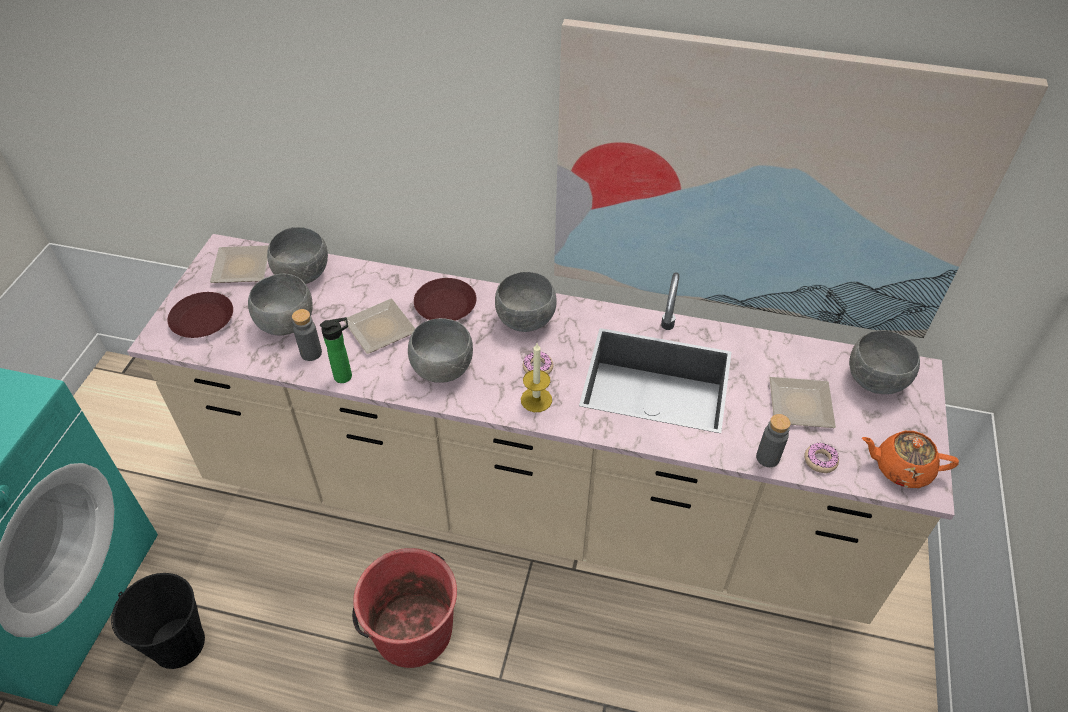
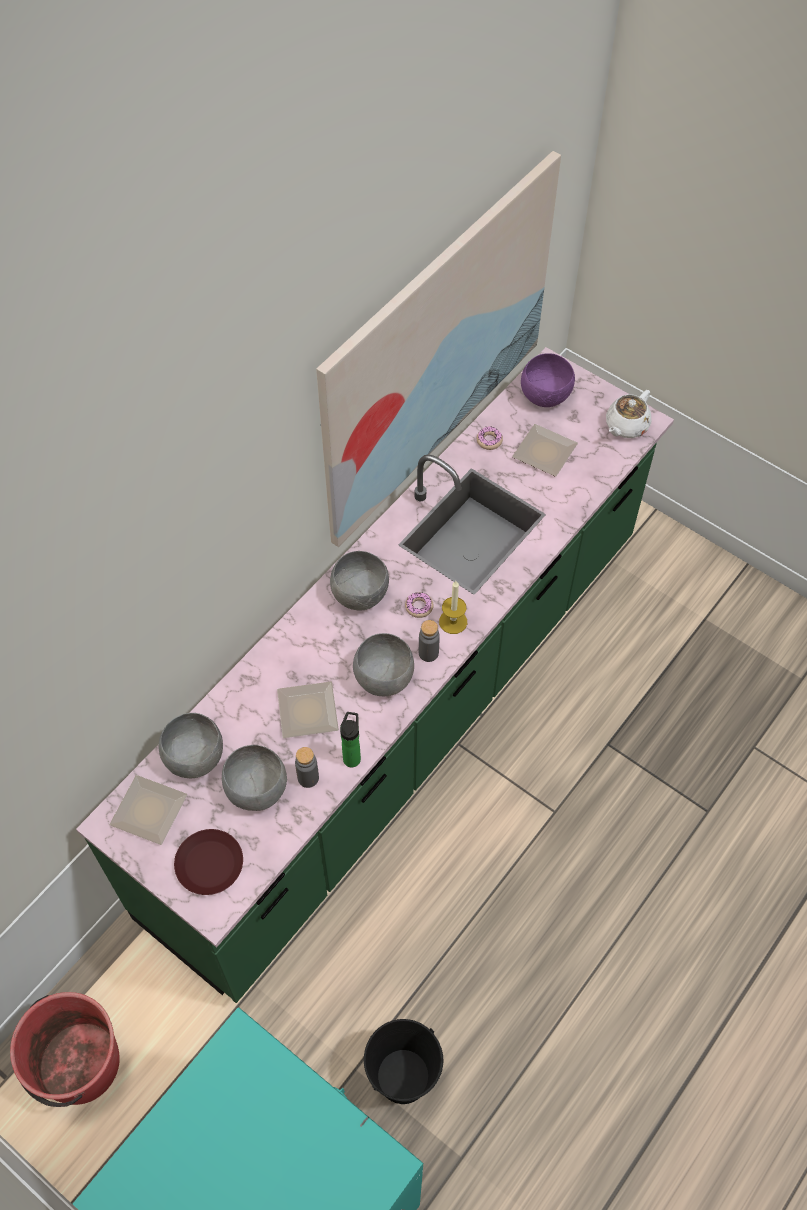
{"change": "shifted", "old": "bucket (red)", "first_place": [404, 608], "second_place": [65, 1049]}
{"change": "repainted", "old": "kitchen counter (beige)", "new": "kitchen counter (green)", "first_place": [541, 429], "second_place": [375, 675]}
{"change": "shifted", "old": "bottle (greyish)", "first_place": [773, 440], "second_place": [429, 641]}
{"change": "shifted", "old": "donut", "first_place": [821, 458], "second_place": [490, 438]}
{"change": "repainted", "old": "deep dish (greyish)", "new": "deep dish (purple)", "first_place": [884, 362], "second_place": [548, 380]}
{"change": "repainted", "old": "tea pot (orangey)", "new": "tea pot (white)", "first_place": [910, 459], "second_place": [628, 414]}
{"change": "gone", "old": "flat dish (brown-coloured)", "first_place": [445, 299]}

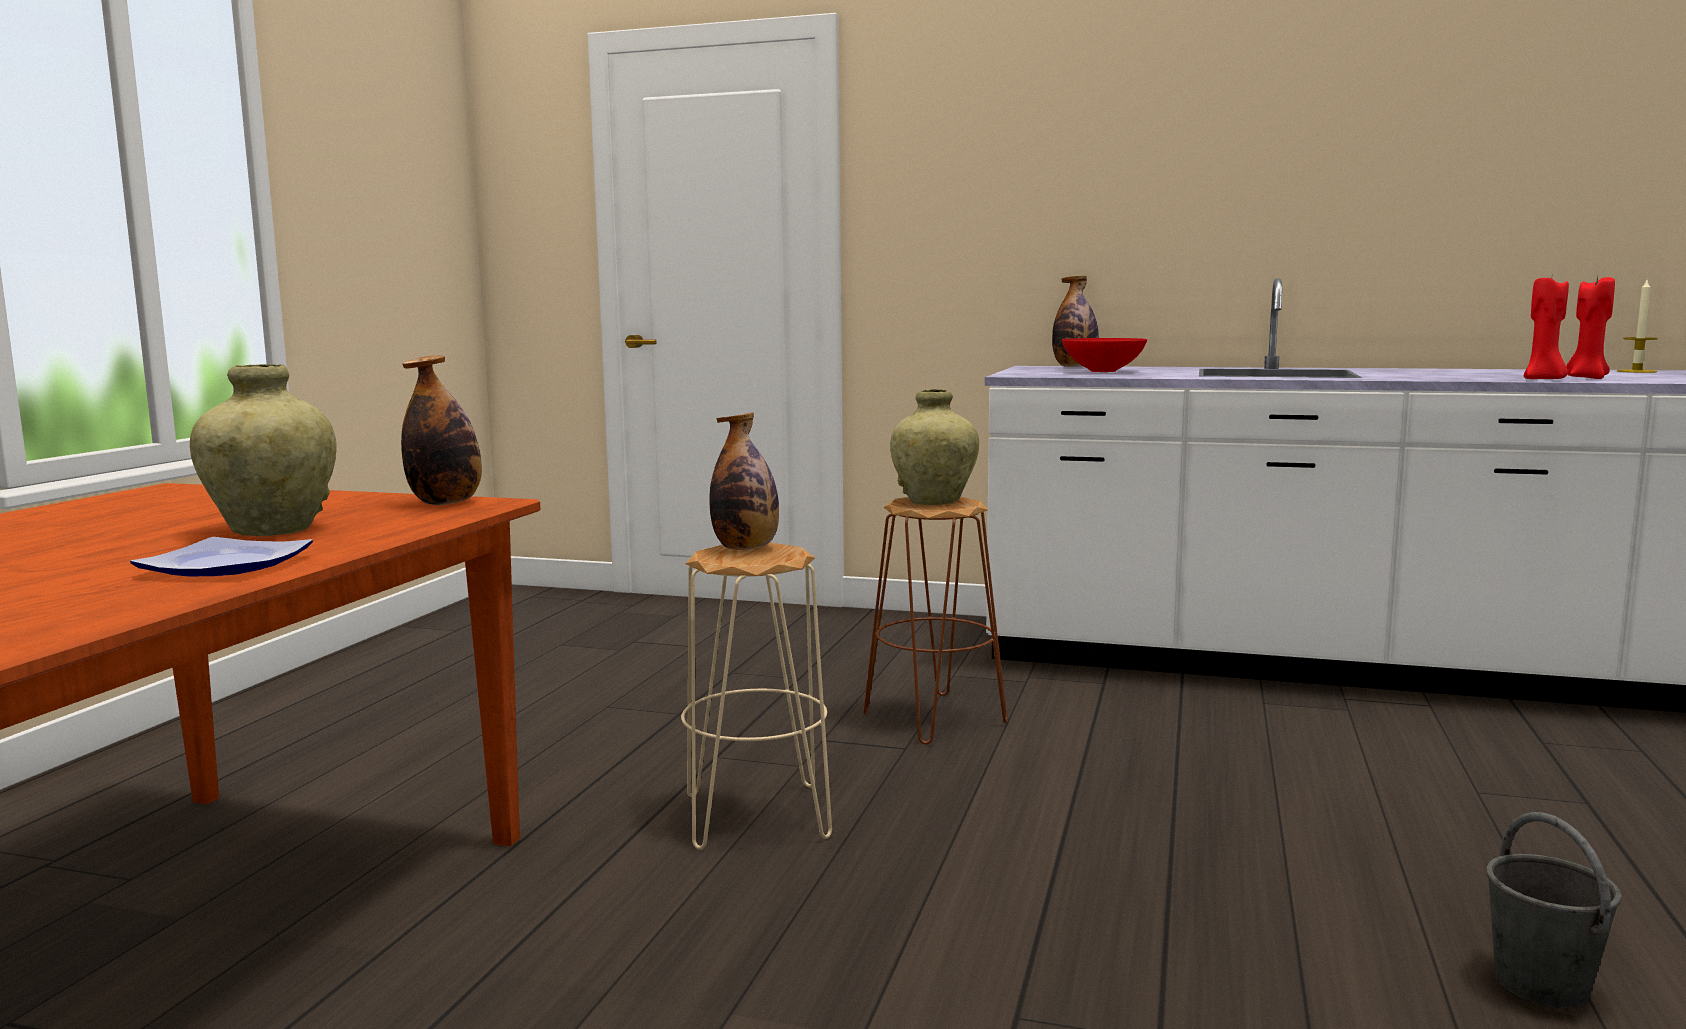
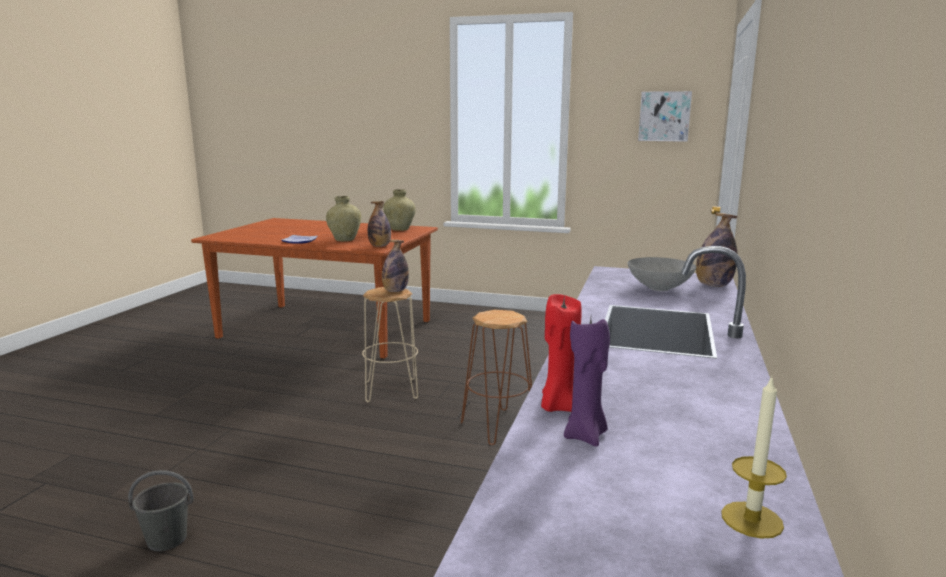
{"change": "shifted", "old": "vase (beige)", "first_place": [934, 447], "second_place": [399, 210]}
{"change": "repainted", "old": "candle (red)", "new": "candle (purple)", "first_place": [1590, 327], "second_place": [587, 382]}
{"change": "repainted", "old": "deep dish (red)", "new": "deep dish (greyish)", "first_place": [1104, 355], "second_place": [662, 274]}
{"change": "new", "new": "wall picture", "second_place": [665, 116]}

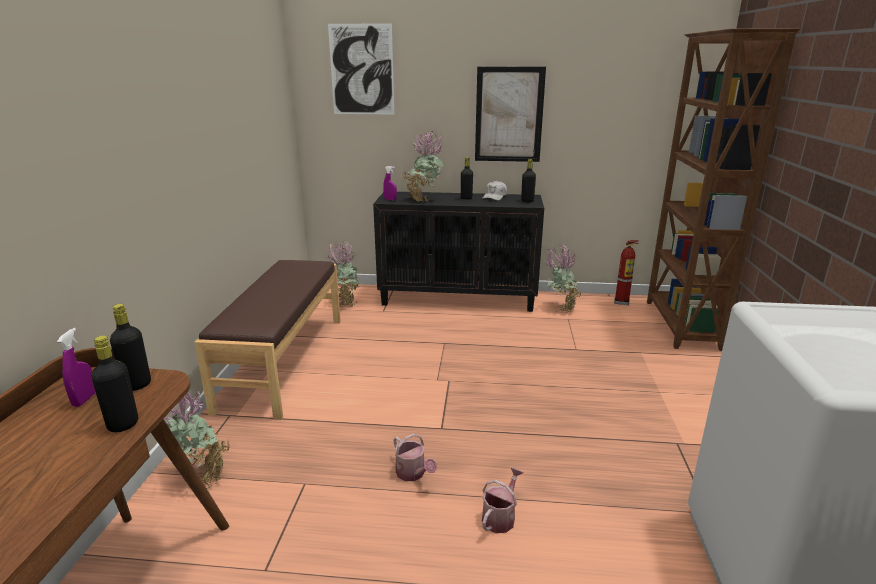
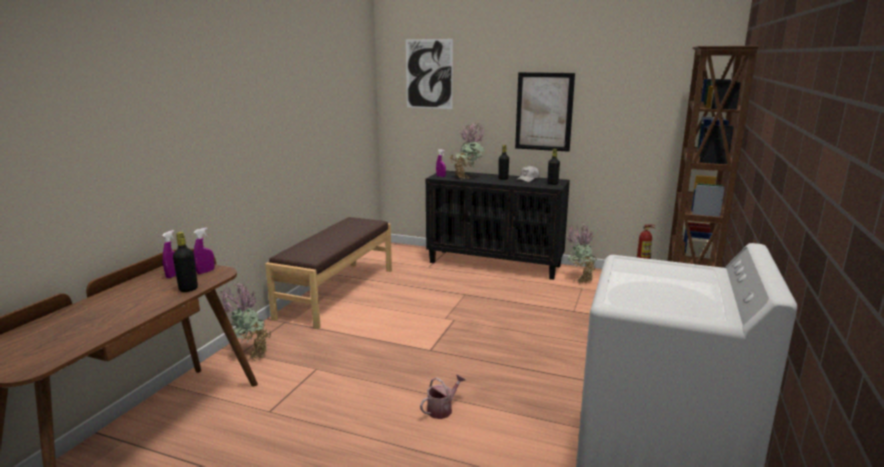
{"change": "swapped", "old": "bottle (blackish)", "new": "hand sprayer (purple)", "first_place": [130, 347], "second_place": [204, 251]}
{"change": "gone", "old": "potted plant", "first_place": [343, 274]}
{"change": "gone", "old": "watering can", "first_place": [415, 457]}

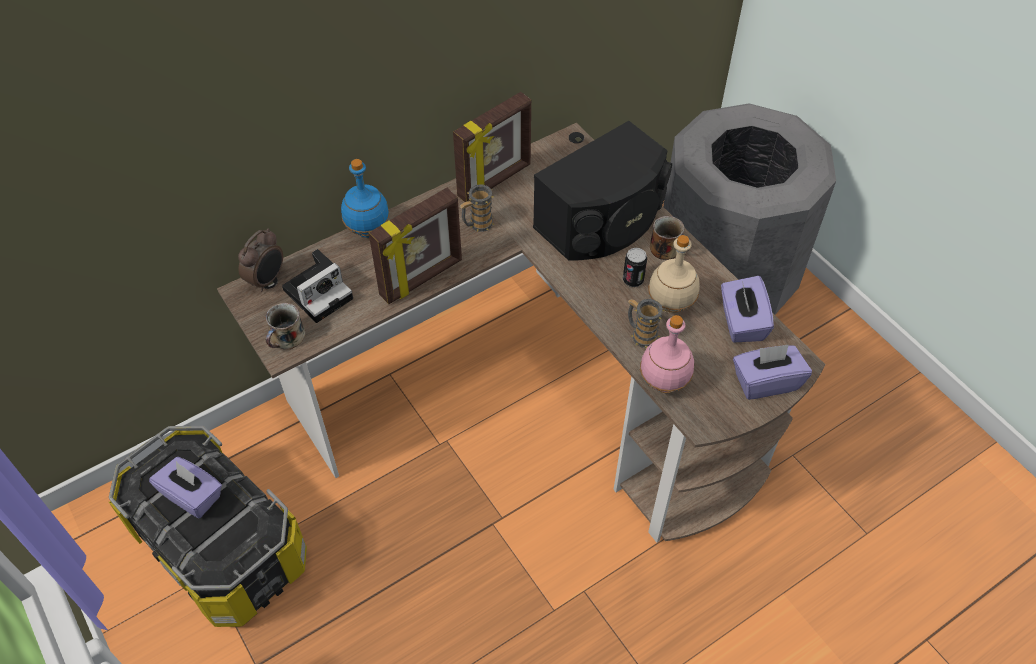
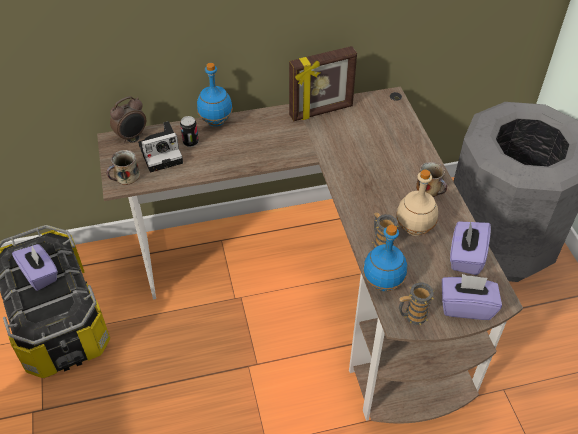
{"change": "shifted", "old": "sealed can", "first_place": [635, 267], "second_place": [189, 131]}
{"change": "repainted", "old": "bottle (pink-coloured)", "new": "bottle (bluish)", "first_place": [667, 354], "second_place": [385, 258]}
{"change": "shifted", "old": "tea mug", "first_place": [477, 208], "second_place": [416, 303]}
{"change": "gone", "old": "photo frame", "first_place": [415, 246]}
{"change": "gone", "old": "speaker (blackish)", "first_place": [602, 191]}

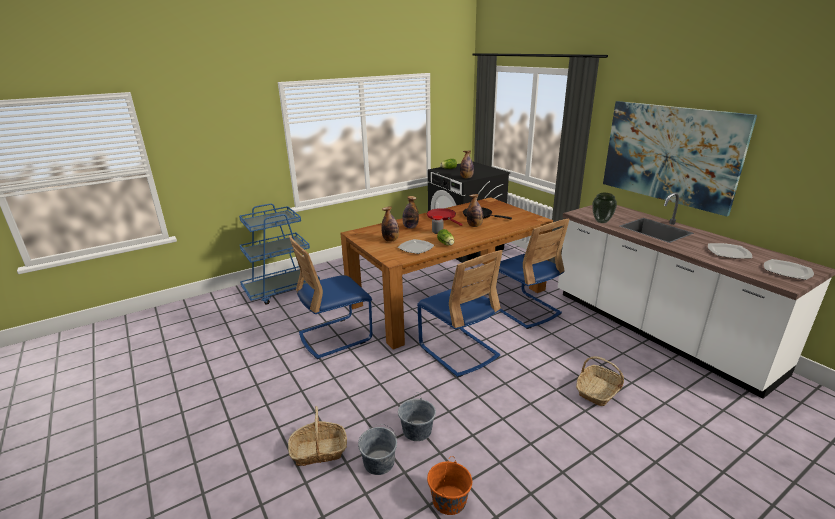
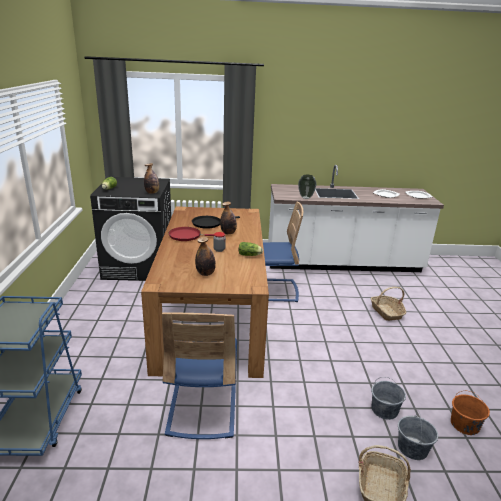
{"change": "gone", "old": "flat dish", "first_place": [416, 246]}
{"change": "gone", "old": "bottle", "first_place": [410, 212]}
{"change": "gone", "old": "plain chair (bluish)", "first_place": [460, 314]}
{"change": "gone", "old": "wall picture", "first_place": [680, 158]}

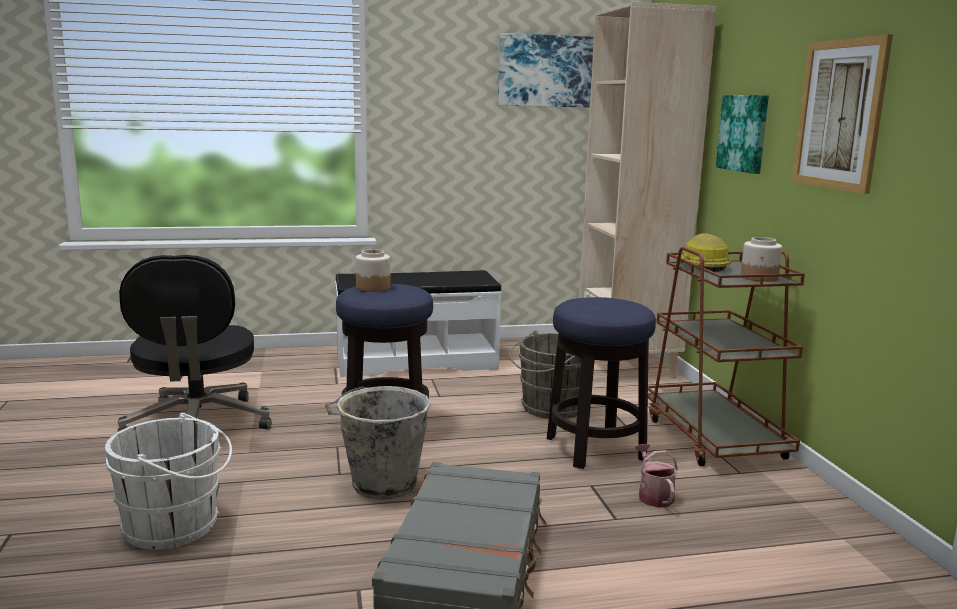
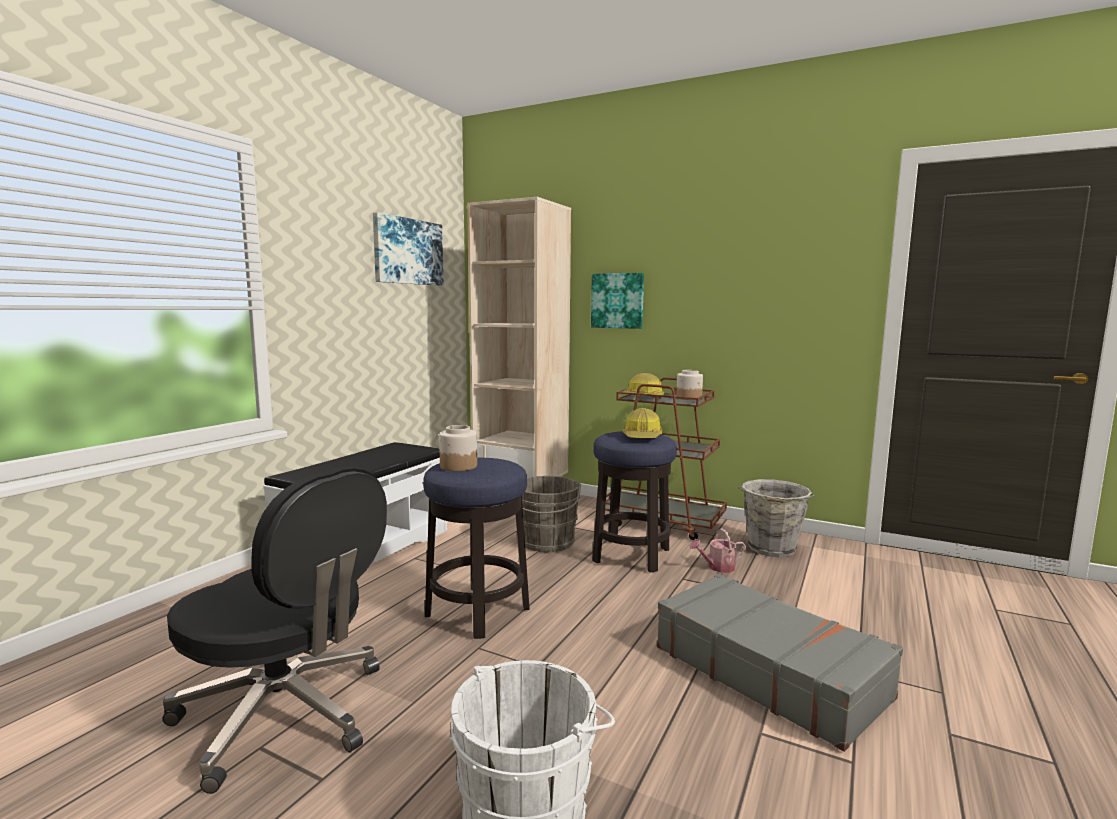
{"change": "new", "new": "work helmet", "second_place": [642, 423]}
{"change": "rotated", "old": "watering can", "first_place": [656, 475], "second_place": [718, 551], "degrees": -45}
{"change": "shifted", "old": "bucket (greyish)", "first_place": [378, 443], "second_place": [776, 518]}
{"change": "gone", "old": "wall picture", "first_place": [842, 114]}

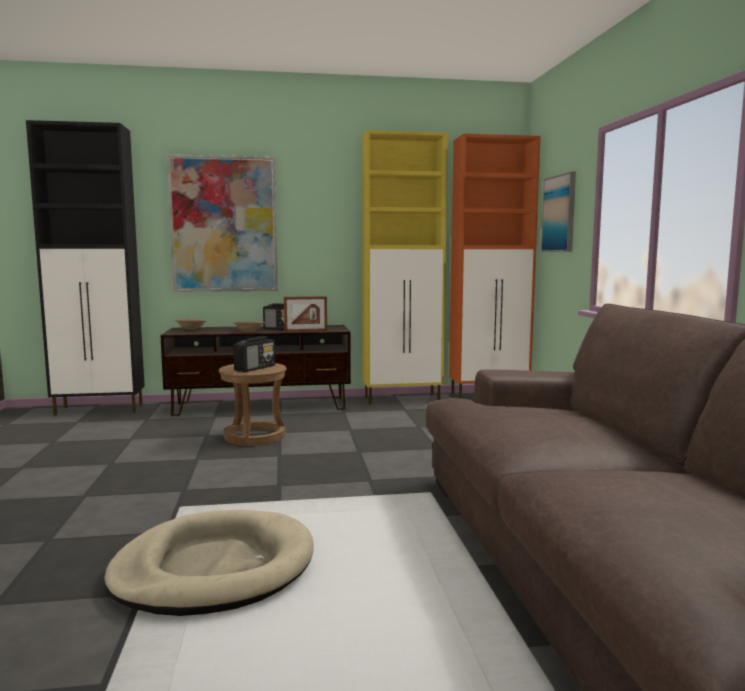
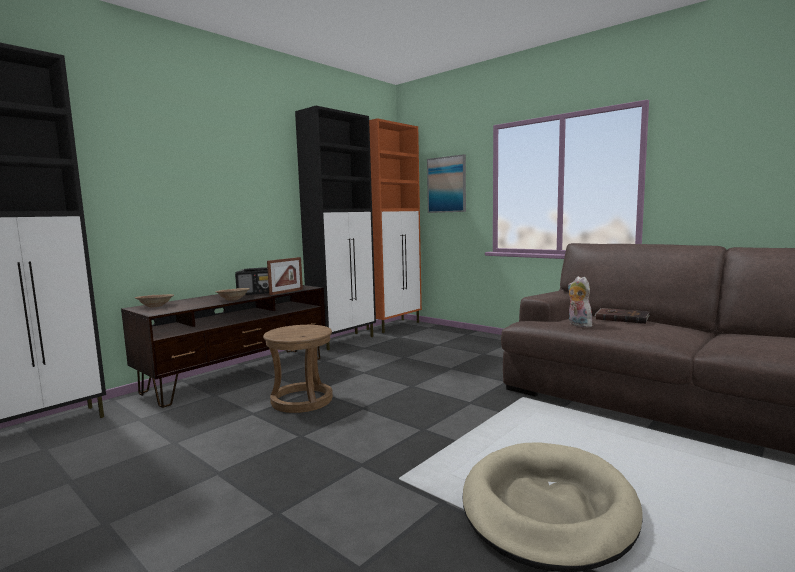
{"change": "repainted", "old": "cupboard (yellow-coloured)", "new": "cupboard (blackish)", "first_place": [405, 267], "second_place": [335, 228]}
{"change": "new", "new": "soft toy", "second_place": [580, 301]}
{"change": "new", "new": "volume (brown-coloured)", "second_place": [622, 316]}
{"change": "gone", "old": "wall picture", "first_place": [222, 223]}
{"change": "gone", "old": "radio set", "first_place": [254, 354]}

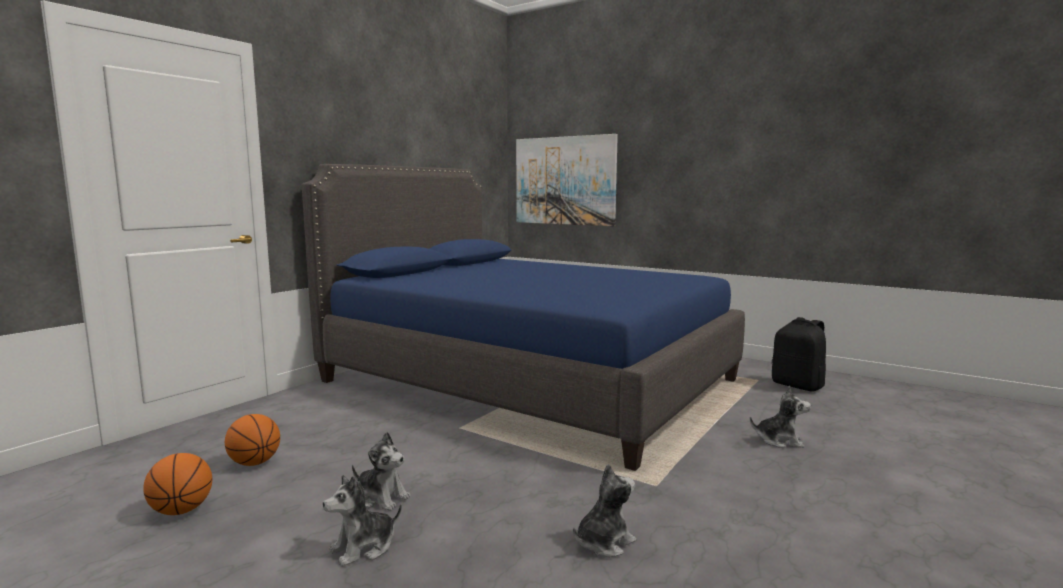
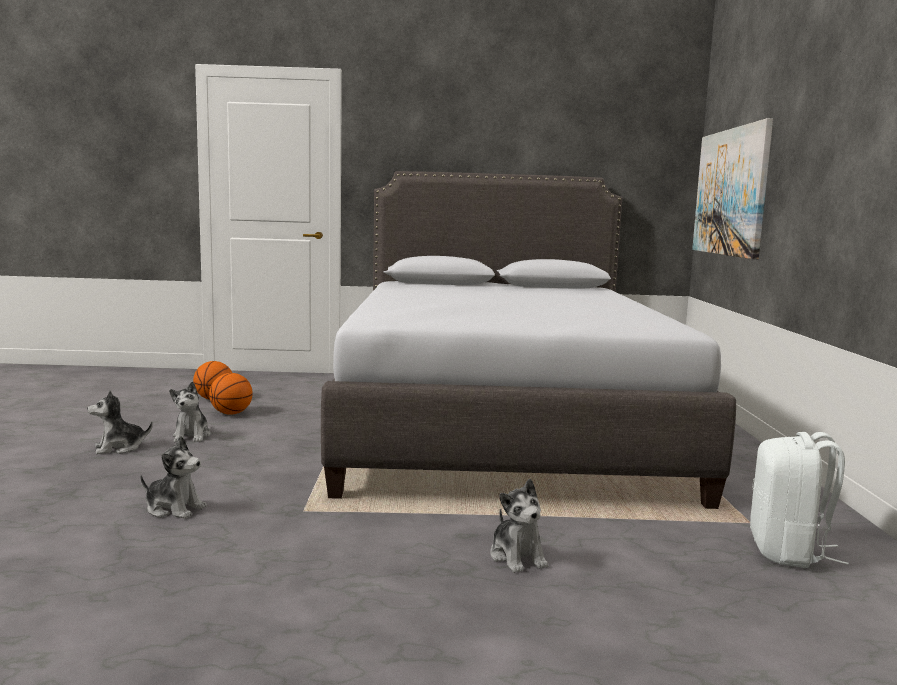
{"change": "rotated", "old": "soft toy", "first_place": [362, 521], "second_place": [120, 422], "degrees": -45}
{"change": "shifted", "old": "ball for basketball", "first_place": [177, 484], "second_place": [231, 394]}
{"change": "repainted", "old": "sleeping bed (bluish)", "new": "sleeping bed (greyish)", "first_place": [523, 317], "second_place": [528, 340]}
{"change": "repainted", "old": "knapsack (blackish)", "new": "knapsack (white)", "first_place": [799, 354], "second_place": [799, 500]}

